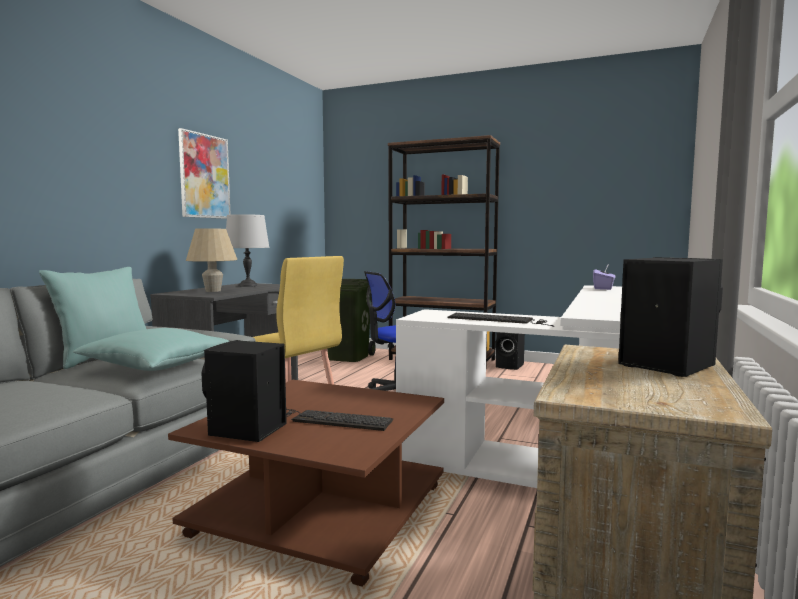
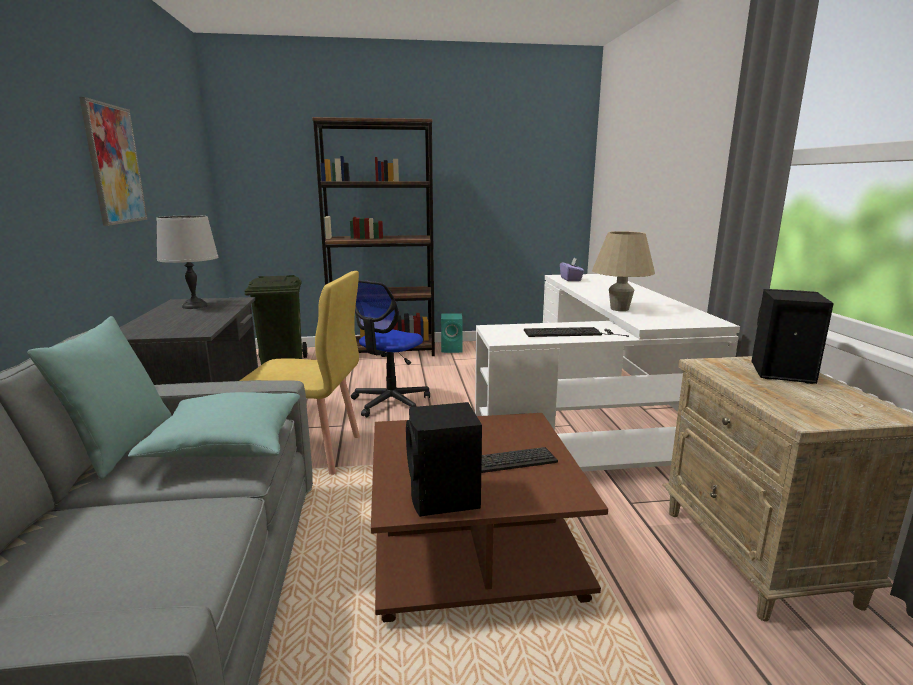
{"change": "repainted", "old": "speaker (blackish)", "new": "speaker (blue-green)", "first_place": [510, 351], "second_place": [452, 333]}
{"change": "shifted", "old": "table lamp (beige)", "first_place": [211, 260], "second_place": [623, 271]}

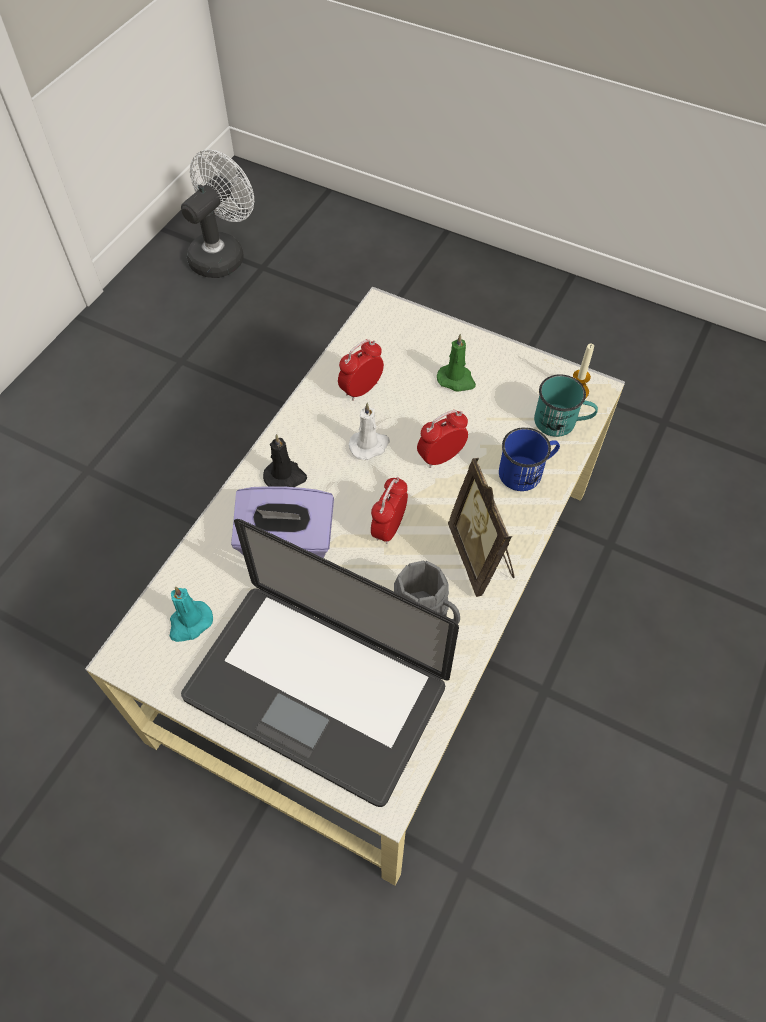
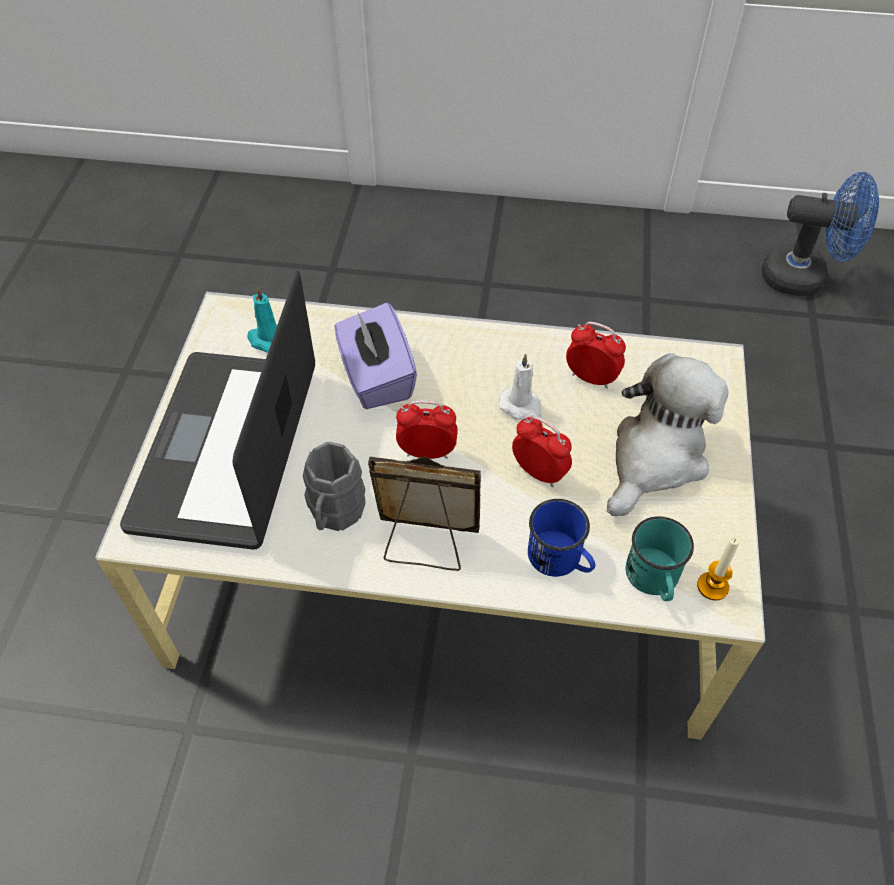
{"change": "rotated", "old": "photo frame", "first_place": [481, 527], "second_place": [424, 514], "degrees": 45}
{"change": "swapped", "old": "candle (green)", "new": "soft toy", "first_place": [456, 363], "second_place": [668, 434]}
{"change": "repainted", "old": "cooling fan (white)", "new": "cooling fan (bluish)", "first_place": [217, 213], "second_place": [820, 234]}
{"change": "gone", "old": "candle (blackish)", "first_place": [285, 460]}

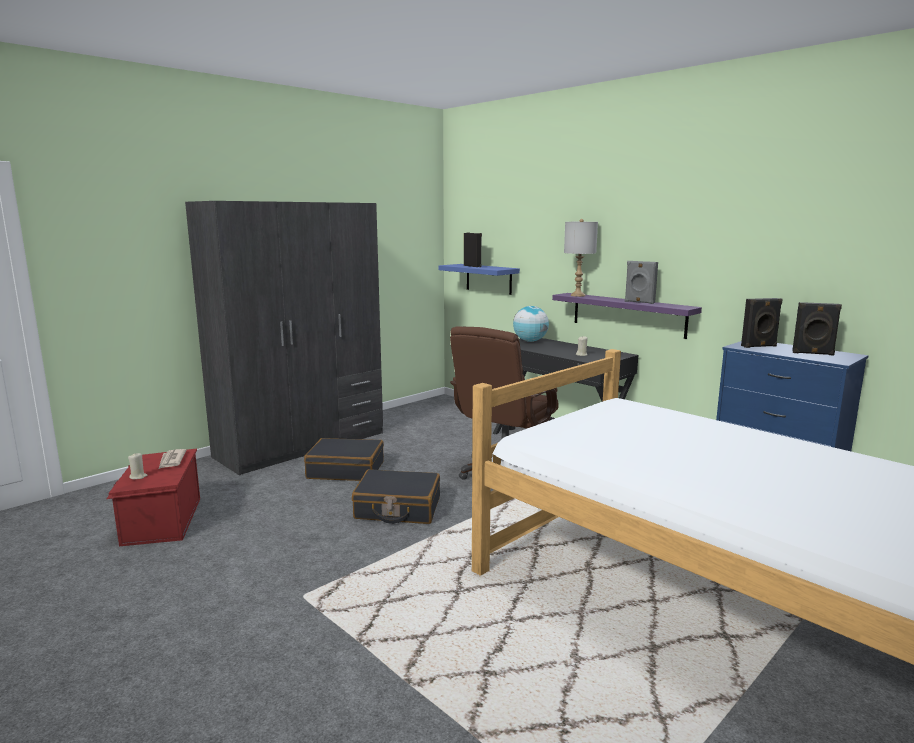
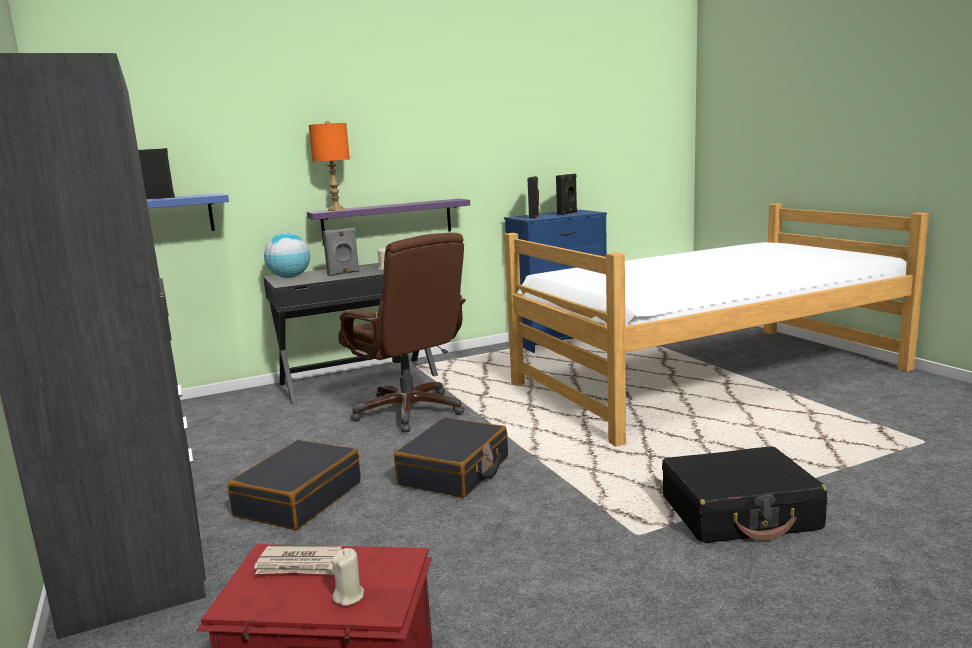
{"change": "repainted", "old": "table lamp (greyish)", "new": "table lamp (orangey)", "first_place": [581, 258], "second_place": [329, 166]}
{"change": "shifted", "old": "speaker (greyish)", "first_place": [641, 282], "second_place": [341, 252]}
{"change": "new", "new": "suitcase (blackish)", "second_place": [744, 494]}

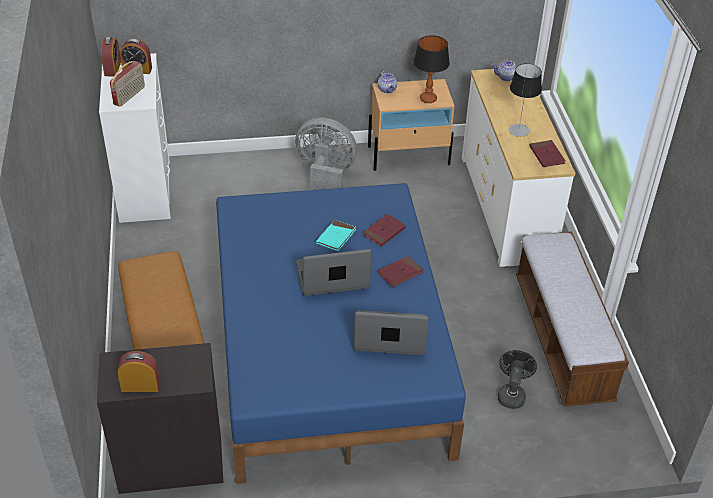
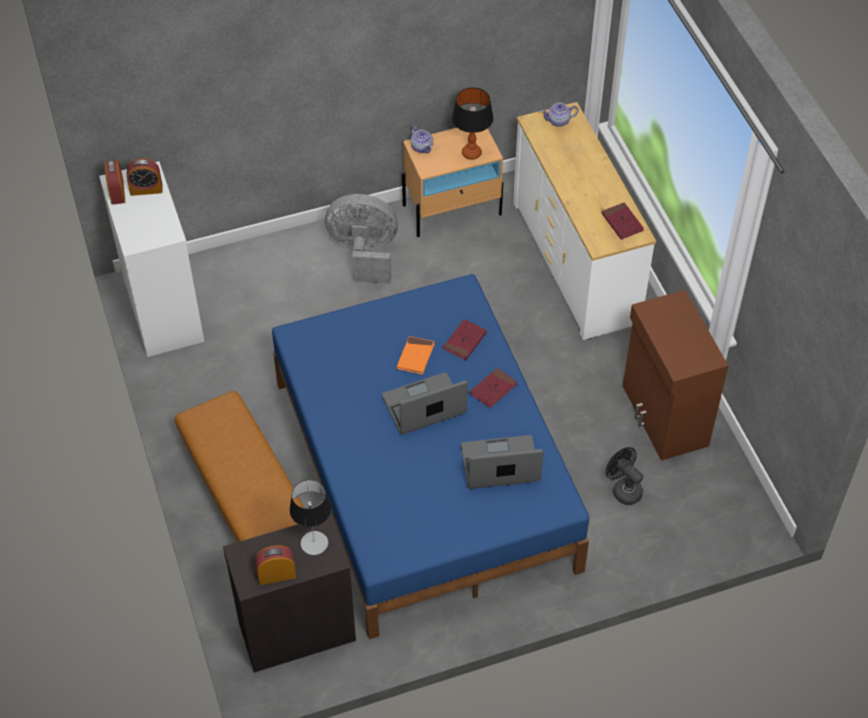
{"change": "shifted", "old": "table lamp", "first_place": [525, 100], "second_place": [310, 517]}
{"change": "repainted", "old": "volume (blue-green)", "new": "volume (orangey)", "first_place": [336, 235], "second_place": [415, 355]}
{"change": "rotated", "old": "cooling fan (blackish)", "first_place": [517, 379], "second_place": [624, 476], "degrees": -45}
{"change": "swapped", "old": "long seat", "new": "cupboard (brown-coloured)", "first_place": [572, 319], "second_place": [676, 375]}
{"change": "gone", "old": "radio set", "first_place": [127, 84]}

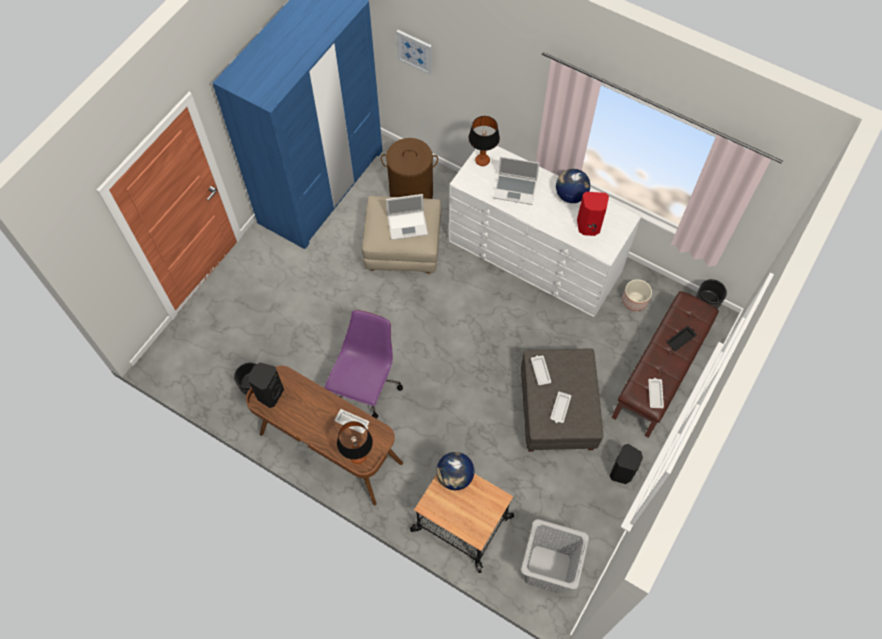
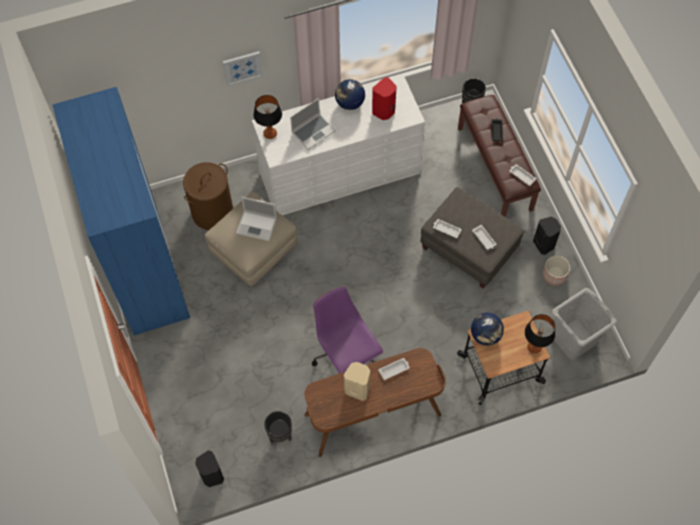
{"change": "shifted", "old": "speaker (blackish)", "first_place": [266, 385], "second_place": [209, 468]}
{"change": "shifted", "old": "wall picture", "first_place": [414, 52], "second_place": [243, 68]}
{"change": "rotated", "old": "notebook computer", "first_place": [407, 217], "second_place": [256, 218], "degrees": 75}
{"change": "new", "new": "speaker (beige)", "second_place": [357, 381]}
{"change": "shifted", "old": "table lamp", "first_place": [355, 442], "second_place": [540, 334]}
{"change": "shifted", "old": "flower pot", "first_place": [637, 295], "second_place": [556, 270]}

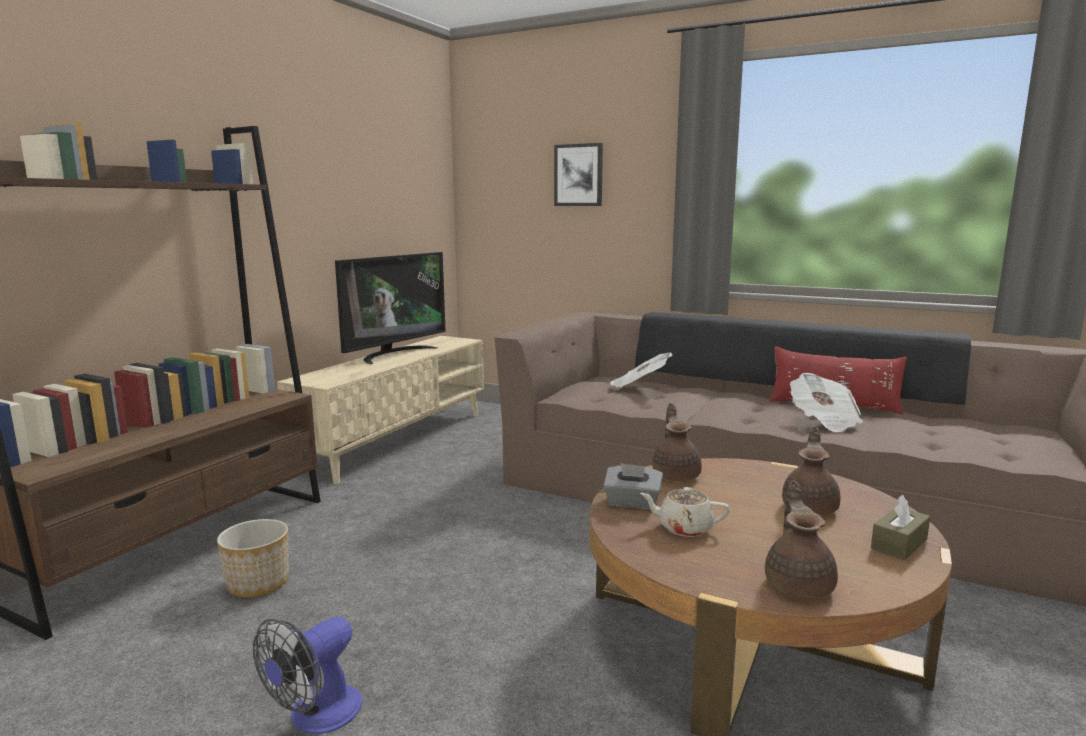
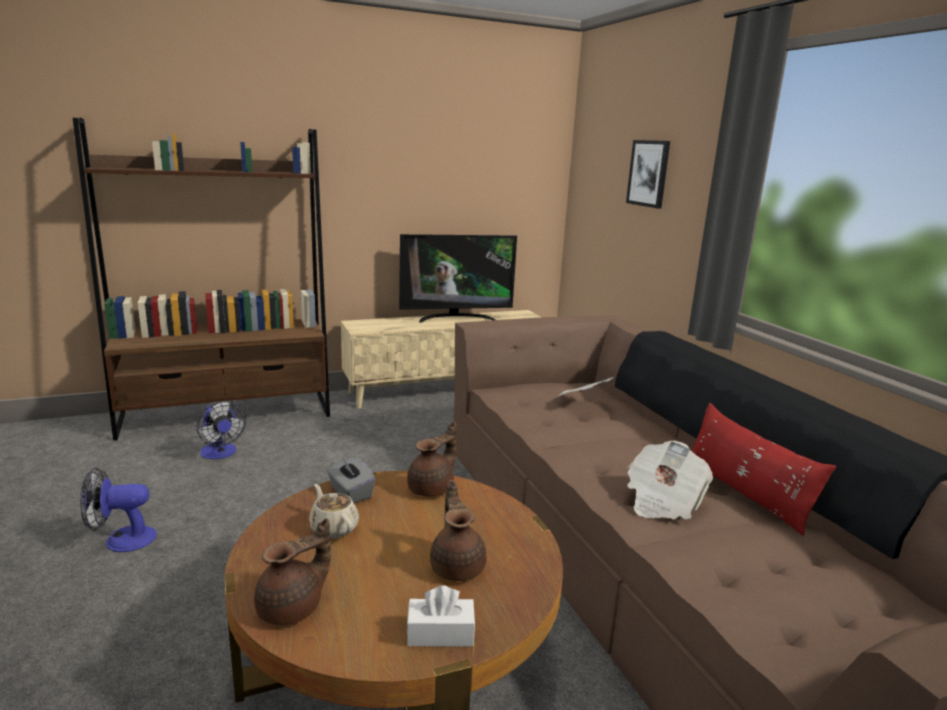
{"change": "swapped", "old": "flower pot", "new": "cooling fan", "first_place": [253, 558], "second_place": [221, 430]}
{"change": "repainted", "old": "box of tissues (brown-coloured)", "new": "box of tissues (white)", "first_place": [900, 527], "second_place": [440, 615]}
{"change": "rotated", "old": "tea pot (brown-coloured)", "first_place": [811, 471], "second_place": [458, 530], "degrees": -75}

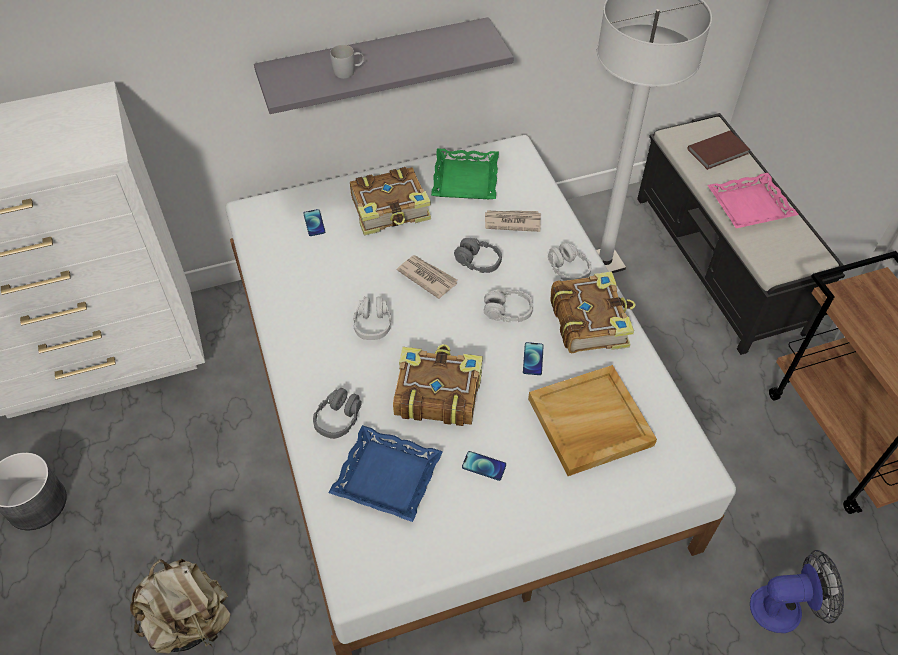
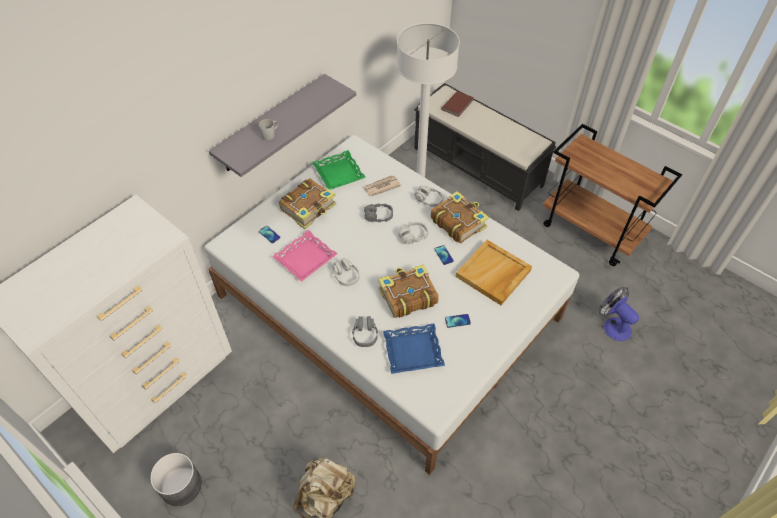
{"change": "shifted", "old": "serving tray (pink-coloured)", "first_place": [753, 200], "second_place": [305, 256]}
{"change": "rotated", "old": "cooling fan", "first_place": [797, 591], "second_place": [619, 314], "degrees": -90}
{"change": "gone", "old": "printed paper", "first_place": [427, 277]}

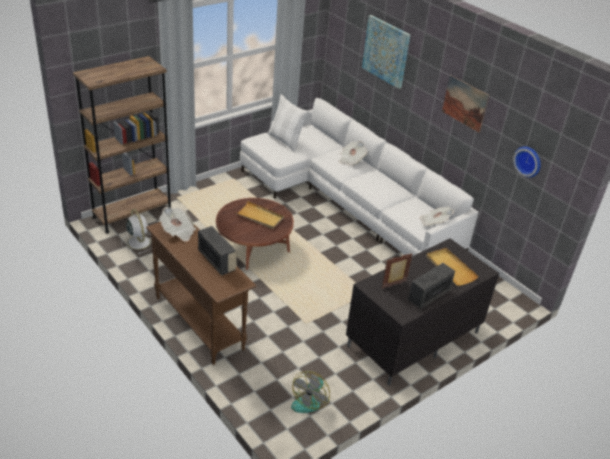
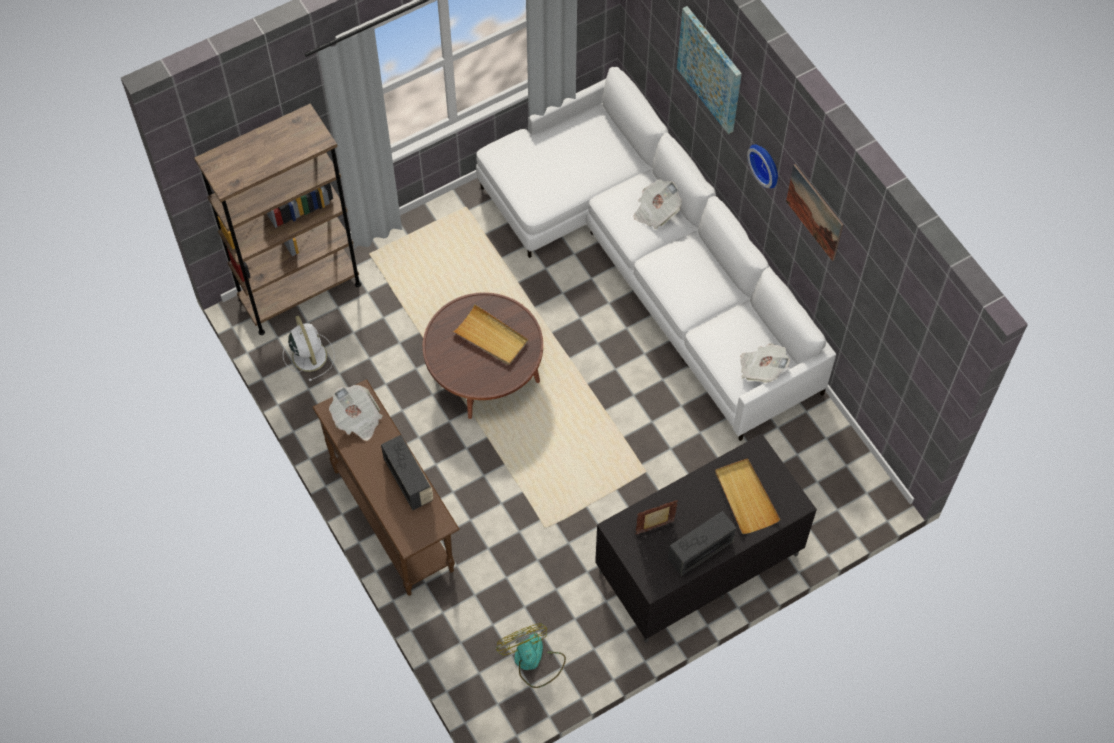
{"change": "rotated", "old": "cooling fan", "first_place": [310, 392], "second_place": [531, 655], "degrees": 120}
{"change": "shifted", "old": "clock on the wall", "first_place": [527, 162], "second_place": [762, 166]}
{"change": "gone", "old": "cushion (white)", "first_place": [288, 123]}

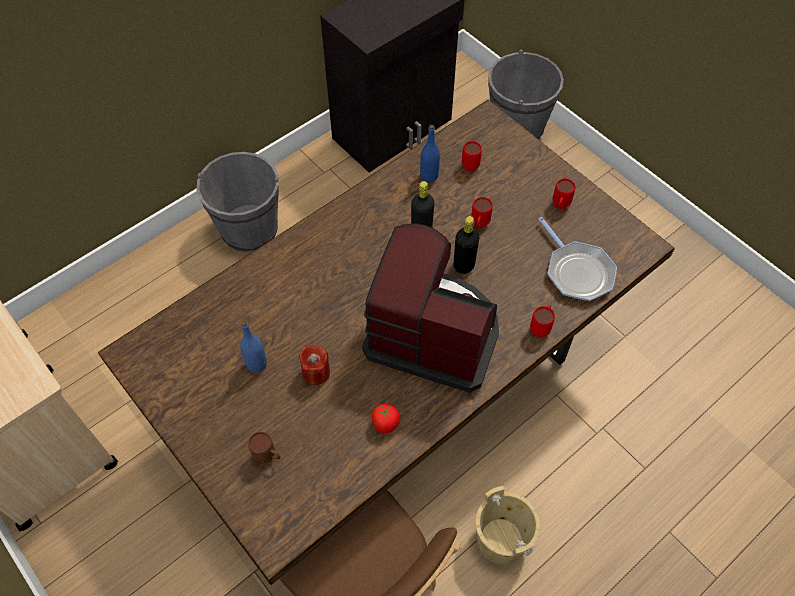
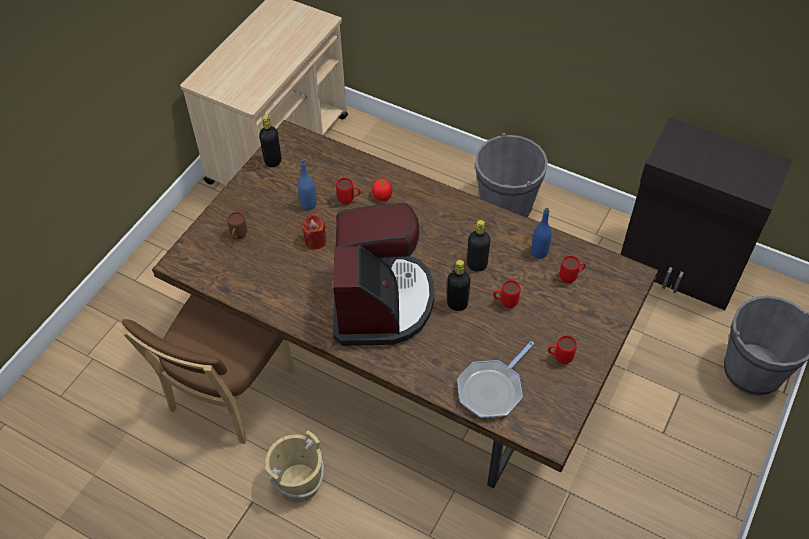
{"change": "new", "new": "bottle (blackish)", "second_place": [270, 141]}
{"change": "shifted", "old": "tea mug (red)", "first_place": [542, 321], "second_place": [348, 191]}
{"change": "shifted", "old": "fresh tomato", "first_place": [386, 418], "second_place": [382, 189]}

